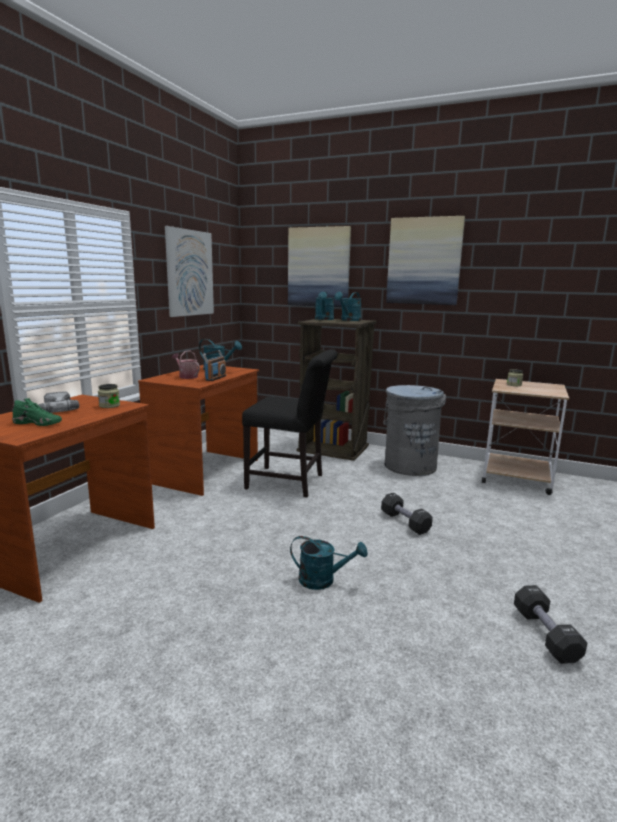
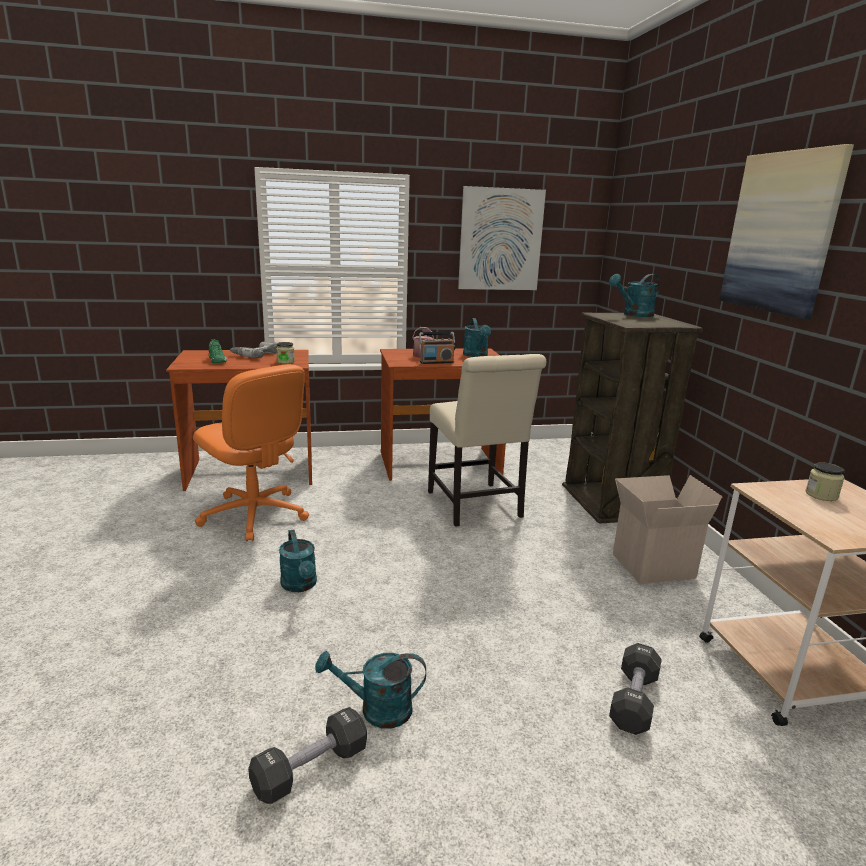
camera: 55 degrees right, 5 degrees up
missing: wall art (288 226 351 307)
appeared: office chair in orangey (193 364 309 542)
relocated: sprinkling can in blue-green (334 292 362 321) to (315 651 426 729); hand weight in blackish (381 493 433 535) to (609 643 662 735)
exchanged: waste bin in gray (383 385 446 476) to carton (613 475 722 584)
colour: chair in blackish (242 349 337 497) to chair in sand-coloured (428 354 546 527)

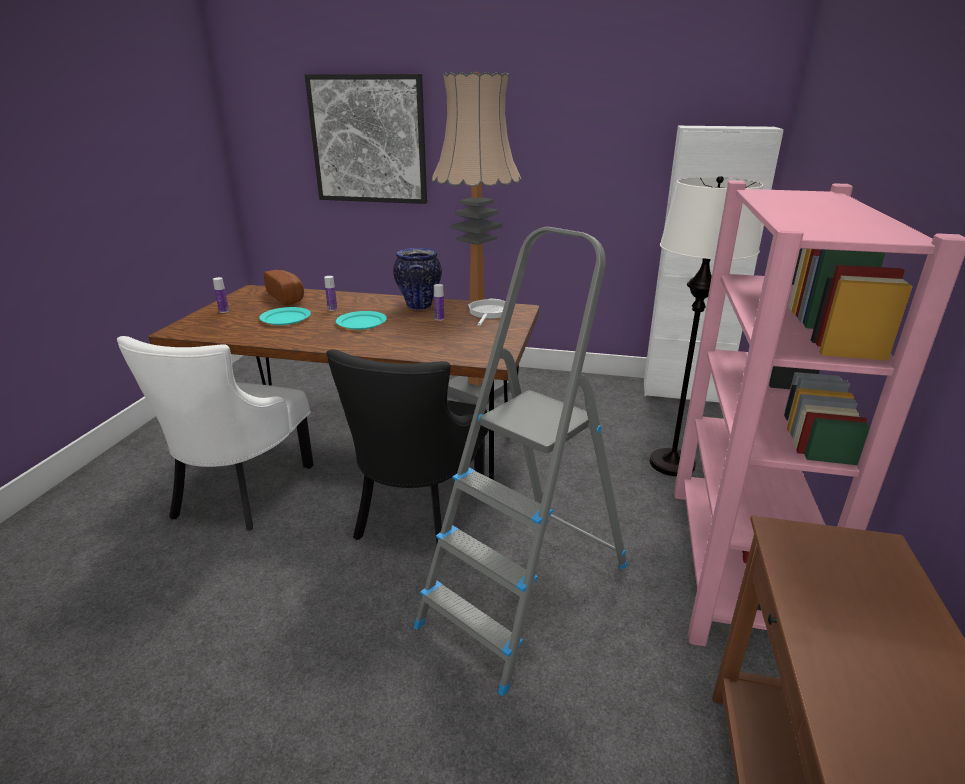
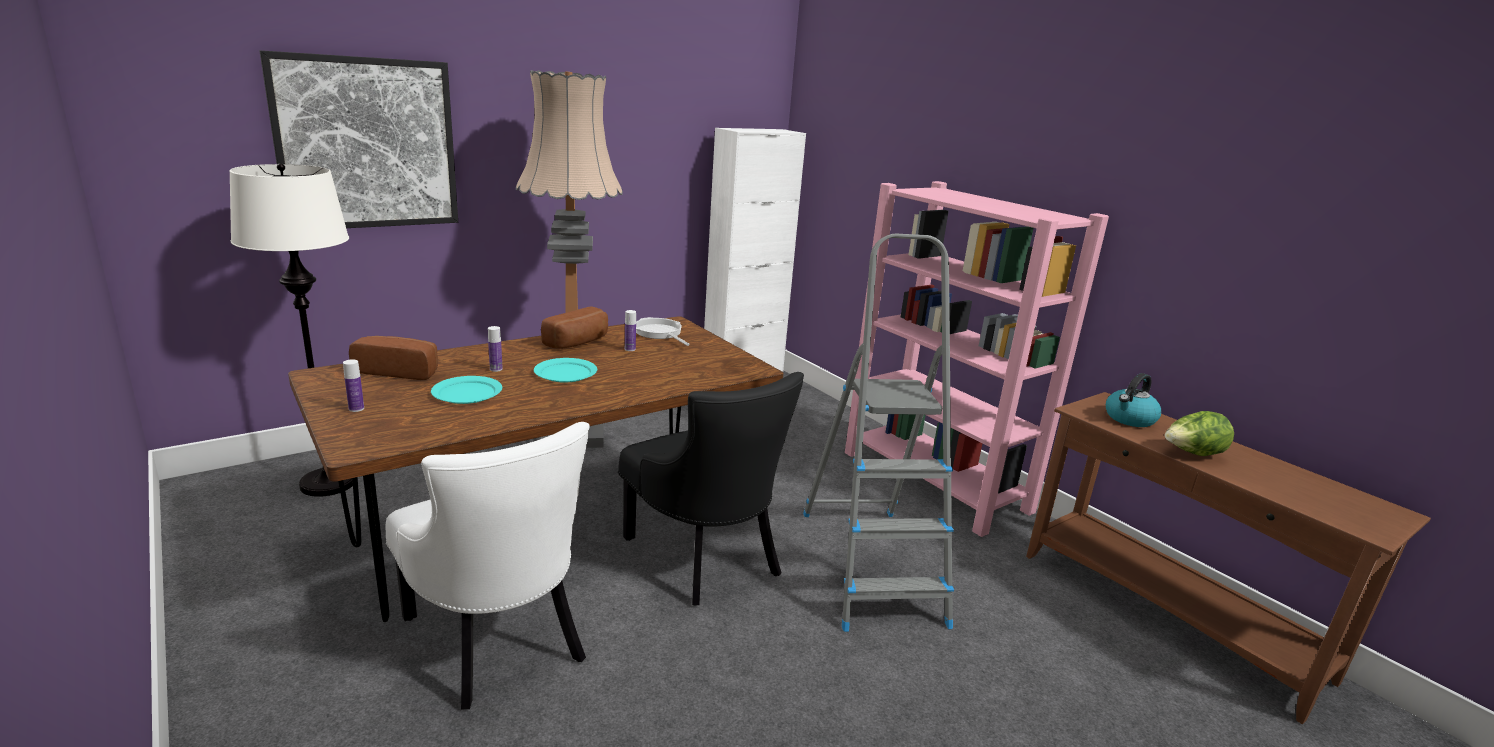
camera: 50 degrees left, 5 degrees down
appeared: tea kettle (1106 373 1161 427); lettuce head (1165 411 1234 456)
relocated: standard lamp in whitish (650 176 763 476) to (230 163 353 497)
exchanged: flower vase (393 248 442 310) to baked bread (541 307 608 349)

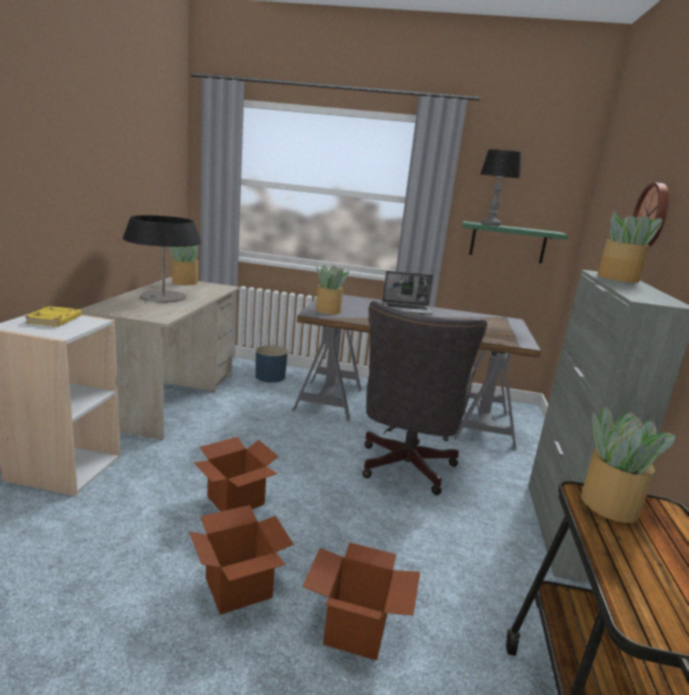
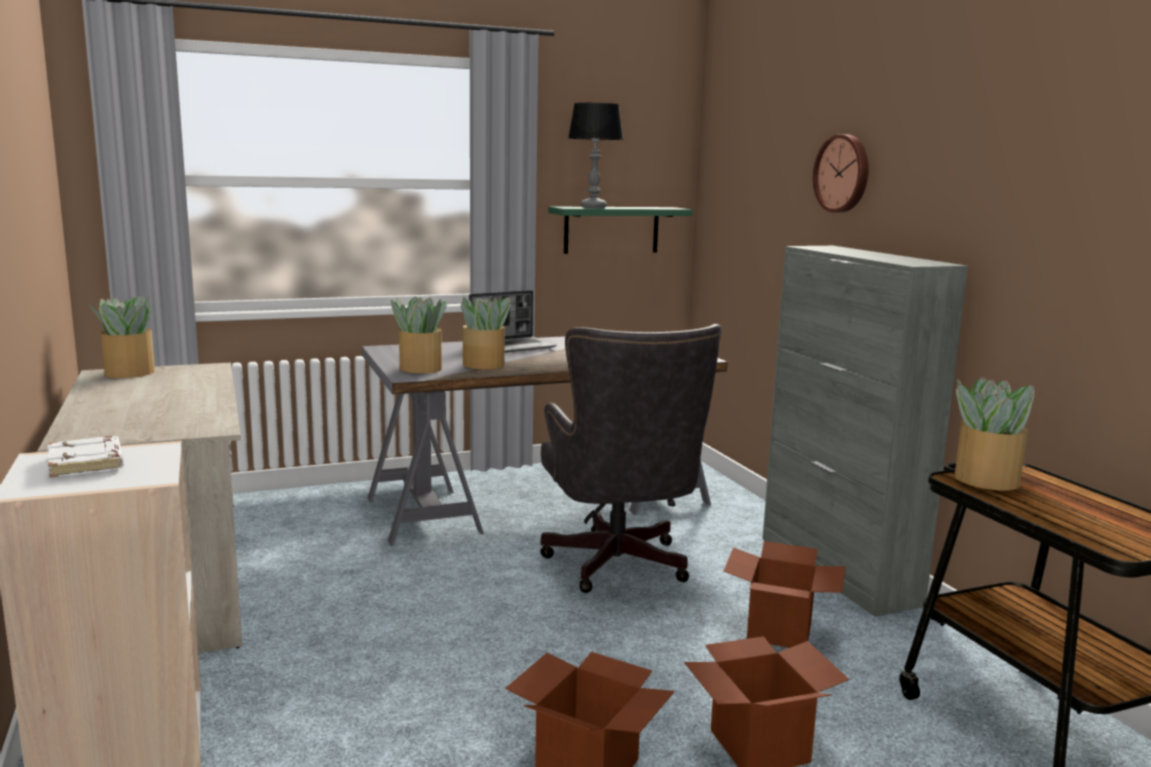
camera: 30 degrees left, 5 degrees down
missing: lamp for a table (123 215 201 302); flower pot in blue-coloured (255 345 288 383)
relocated: carton (194 437 279 512) to (724 541 845 648); plant in a pot (598 211 664 283) to (461 297 511 369)
colour: volume in yellow-coloured (25 306 82 327) to volume in whitish (47 436 124 478)

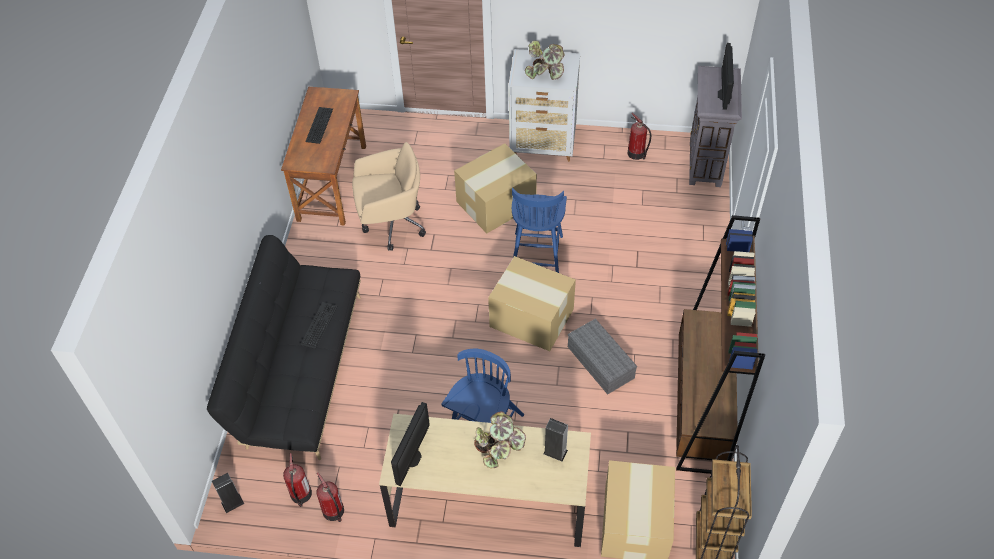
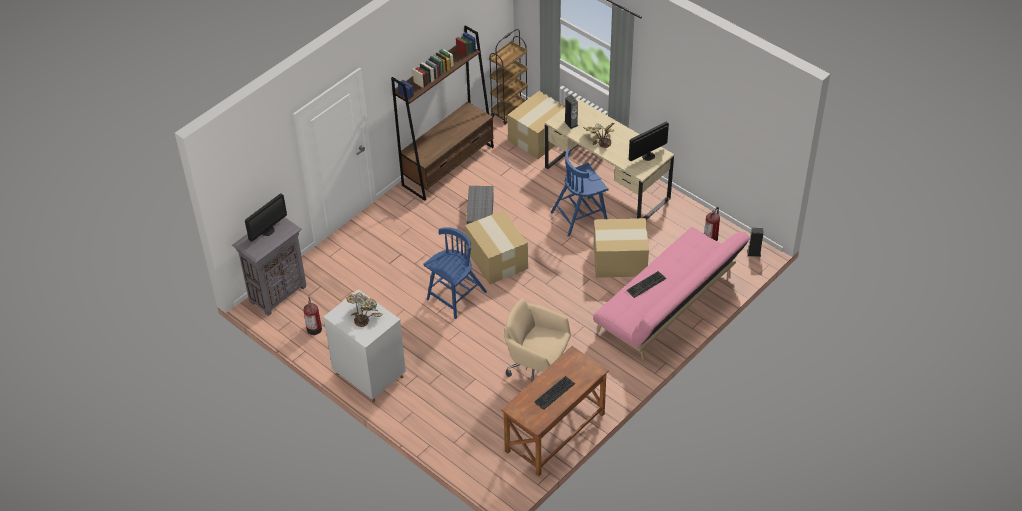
camera: 145 degrees left, 5 degrees down
missing: fire-fighting cylinder (316 472 344 522)
relocated: carton (454 143 537 233) to (594 218 649 278)
colour: couch in blackish (207 235 361 460) to couch in pinkish (593 227 750 360)

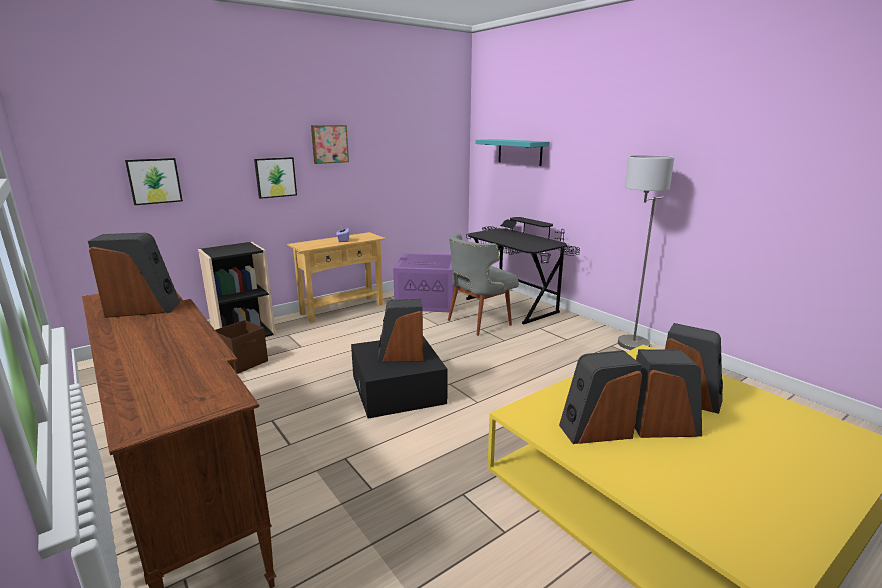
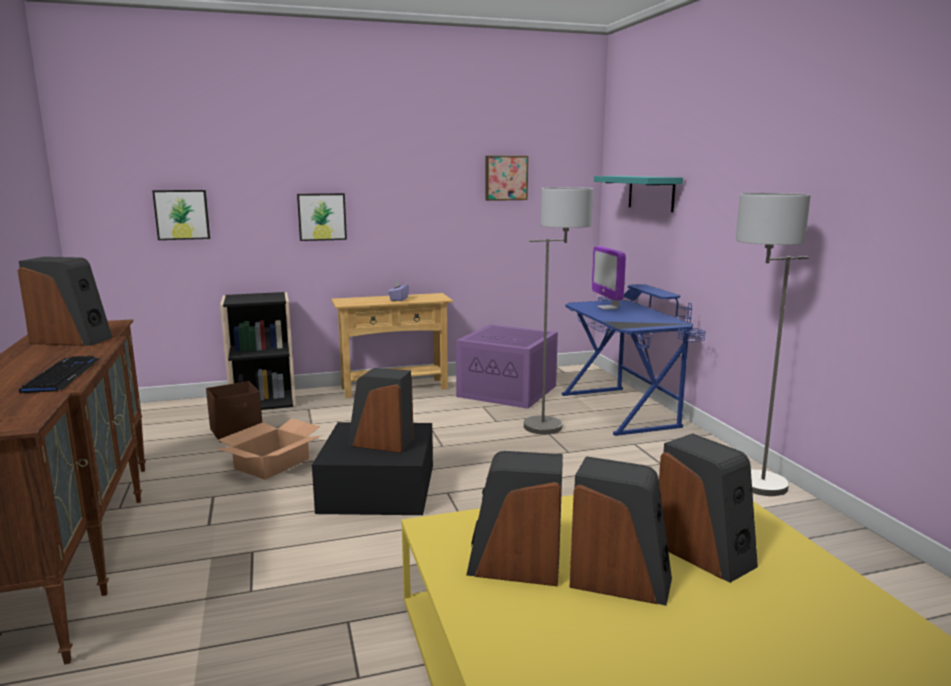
camera: 20 degrees right, 5 degrees down
appeared: PC keyboard (19 356 99 394); carton (217 419 322 480); computer screen (592 246 626 310)
relocated: wall art (311 125 349 164) to (485 156 528 201)
exchanged: chair in gray (448 233 519 336) to standard lamp in gray (524 187 593 435)
colour: desk unit in blackish (466 217 580 324) to desk unit in blue-coloured (562 284 706 436)

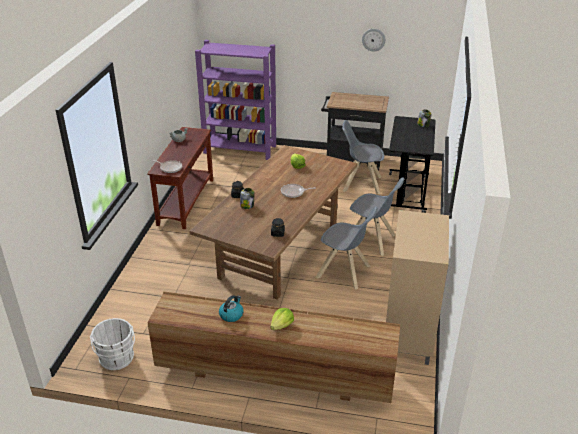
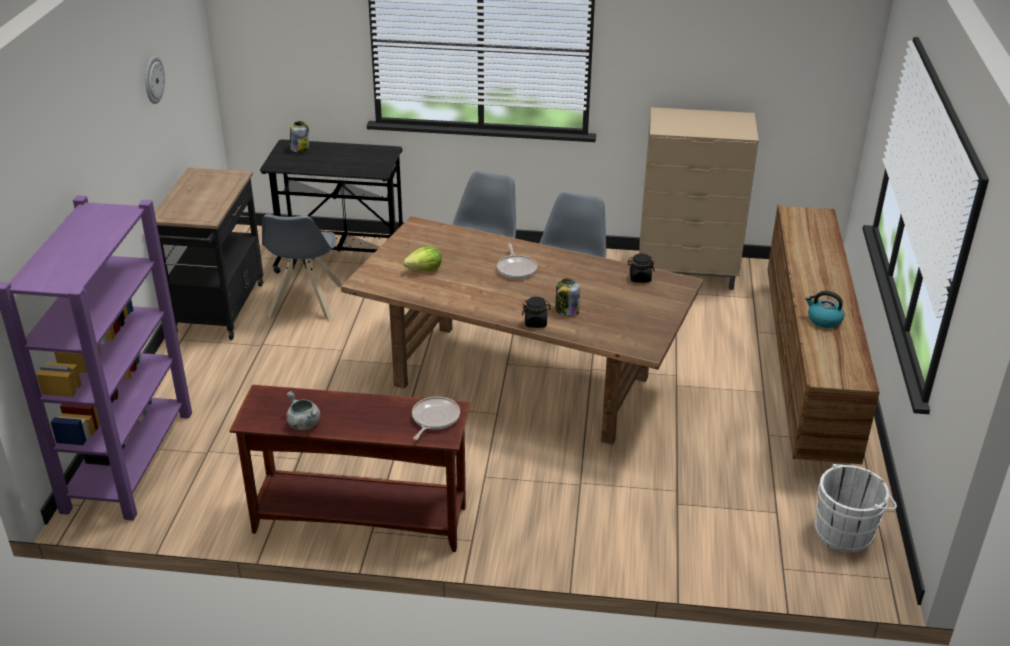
camera: 95 degrees left, 0 degrees up
missing: lettuce head (270 308 294 330)

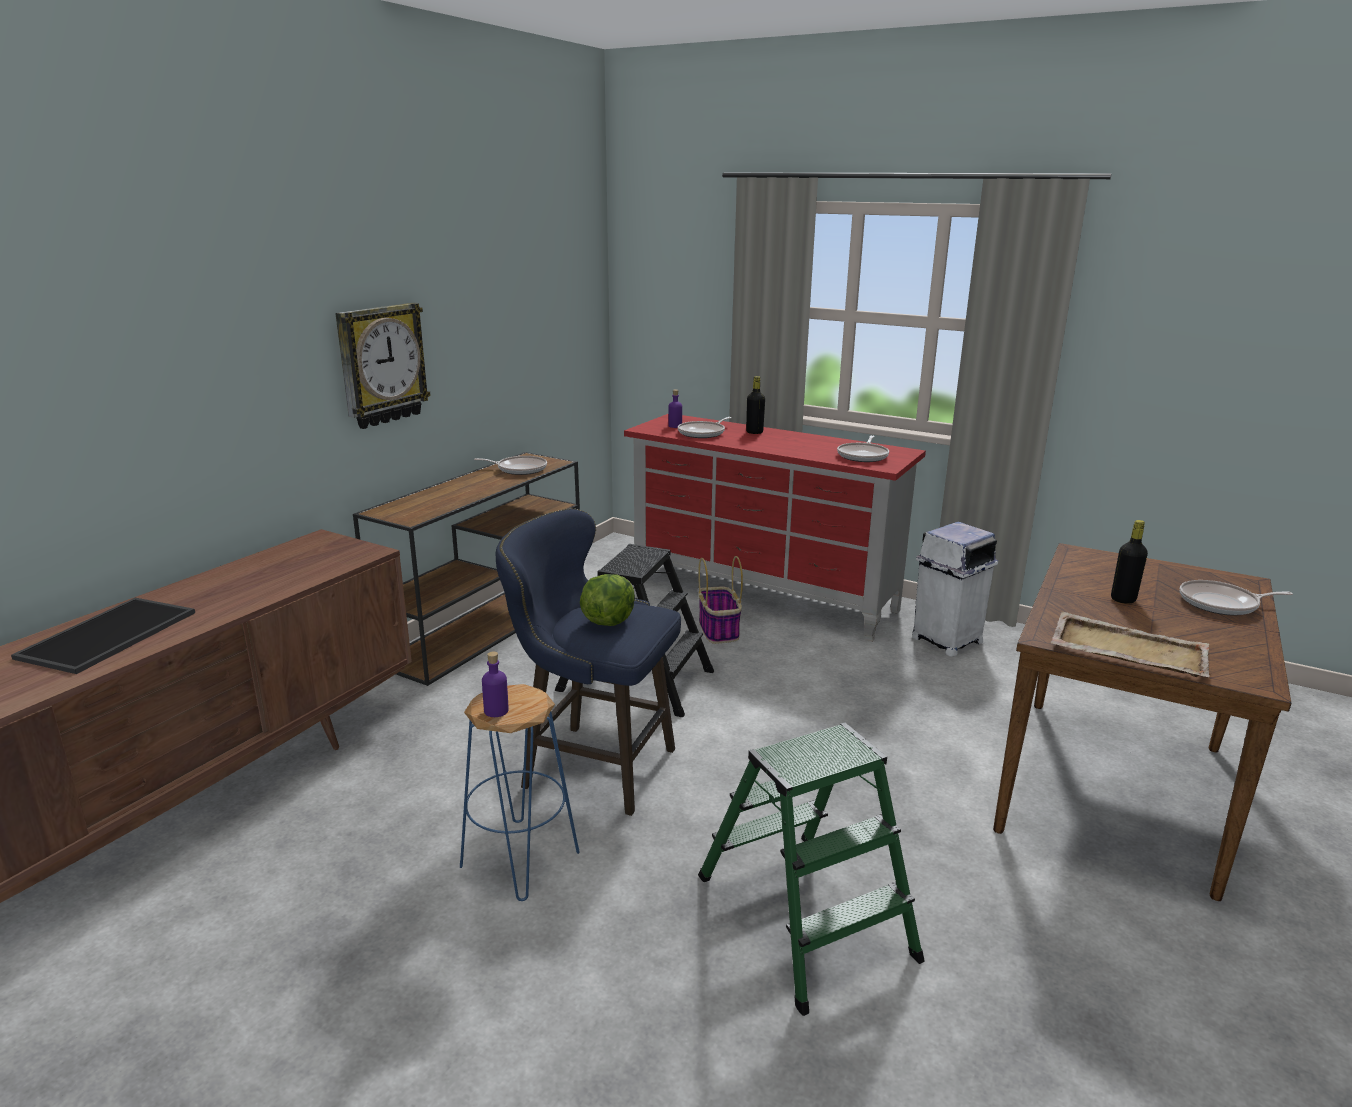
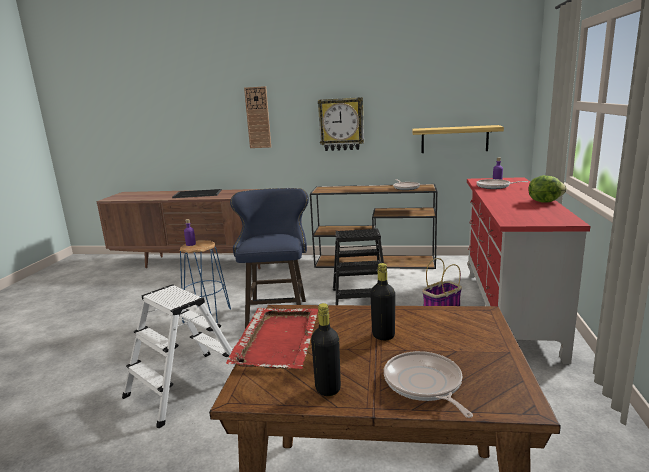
camera: 70 degrees right, 5 degrees down
missing: frying pan (837 435 889 462); waste bin in whitish (912 522 998 657)
appeared: clock on the wall (244 86 271 148); shelf (412 125 504 153)
relocated: lettuce head (580 574 635 626) to (528 175 567 203); bottle in blackish (746 376 765 434) to (311 303 341 396)
colour: stepladder in greenish (698 722 924 1016) to stepladder in whitish (122 284 235 428); carrying tray in sand-coloured (1050 612 1209 677) to carrying tray in red (226 308 318 369)

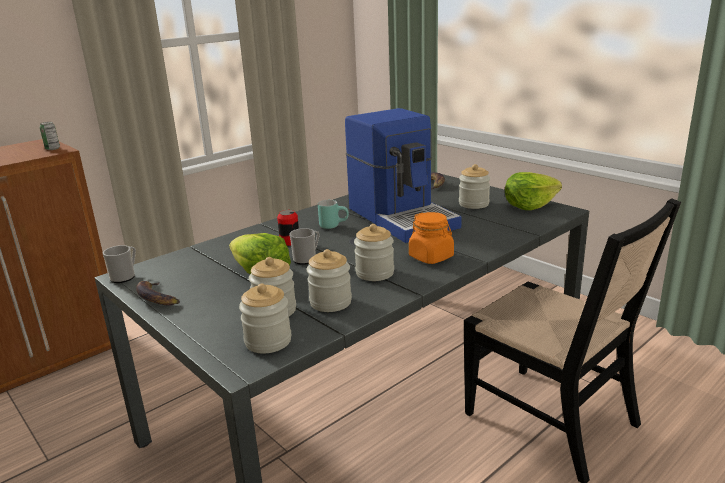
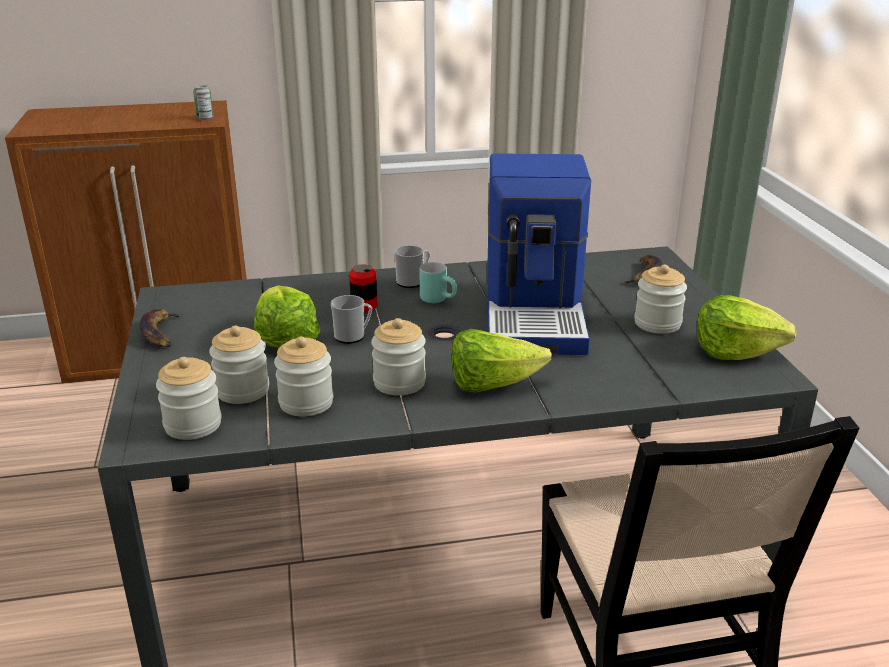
camera: 30 degrees right, 5 degrees up
relocated: tea mug (103 245 136 283) to (394 245 430 288)
exchanged: storage jar in orangey (409 212 454 264) to lettuce head (452 329 552 392)

